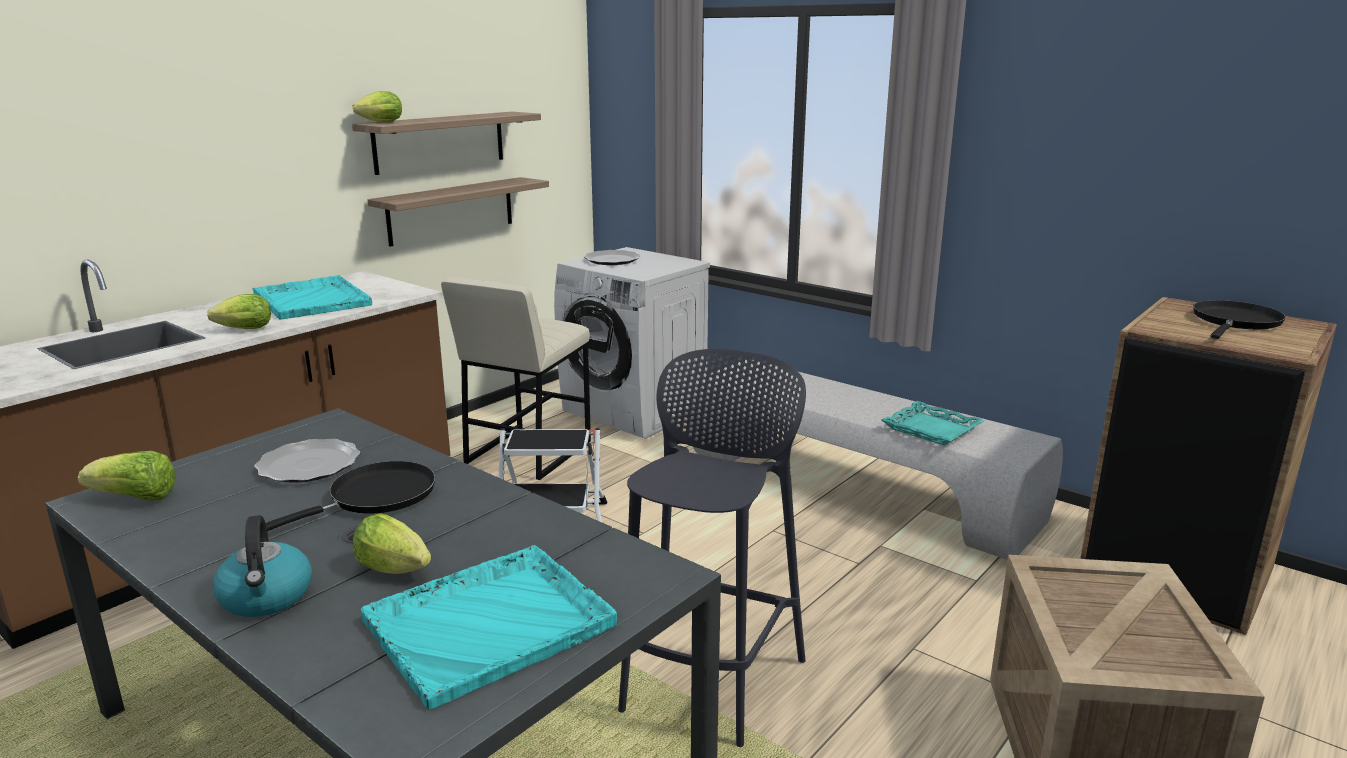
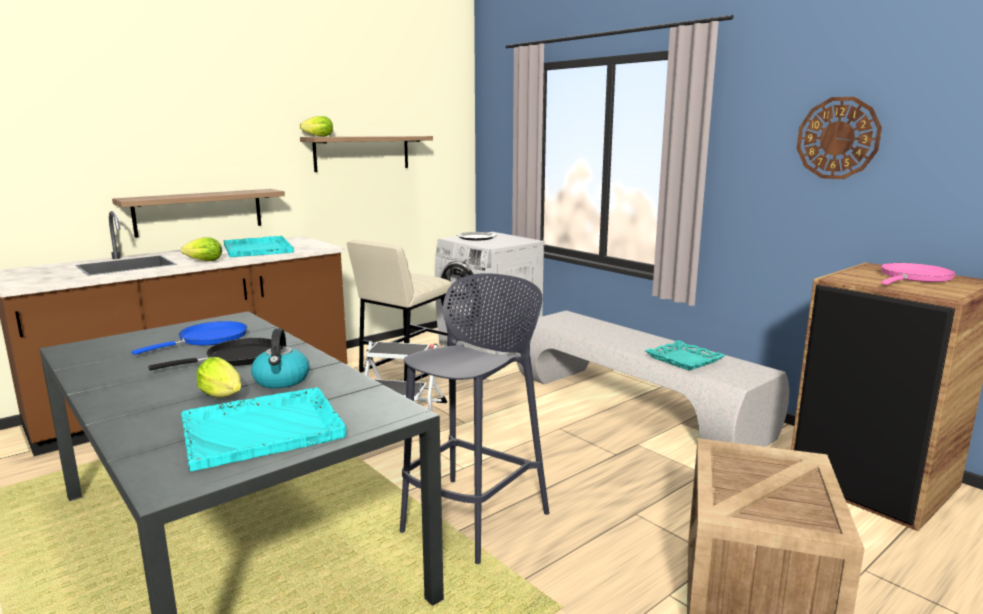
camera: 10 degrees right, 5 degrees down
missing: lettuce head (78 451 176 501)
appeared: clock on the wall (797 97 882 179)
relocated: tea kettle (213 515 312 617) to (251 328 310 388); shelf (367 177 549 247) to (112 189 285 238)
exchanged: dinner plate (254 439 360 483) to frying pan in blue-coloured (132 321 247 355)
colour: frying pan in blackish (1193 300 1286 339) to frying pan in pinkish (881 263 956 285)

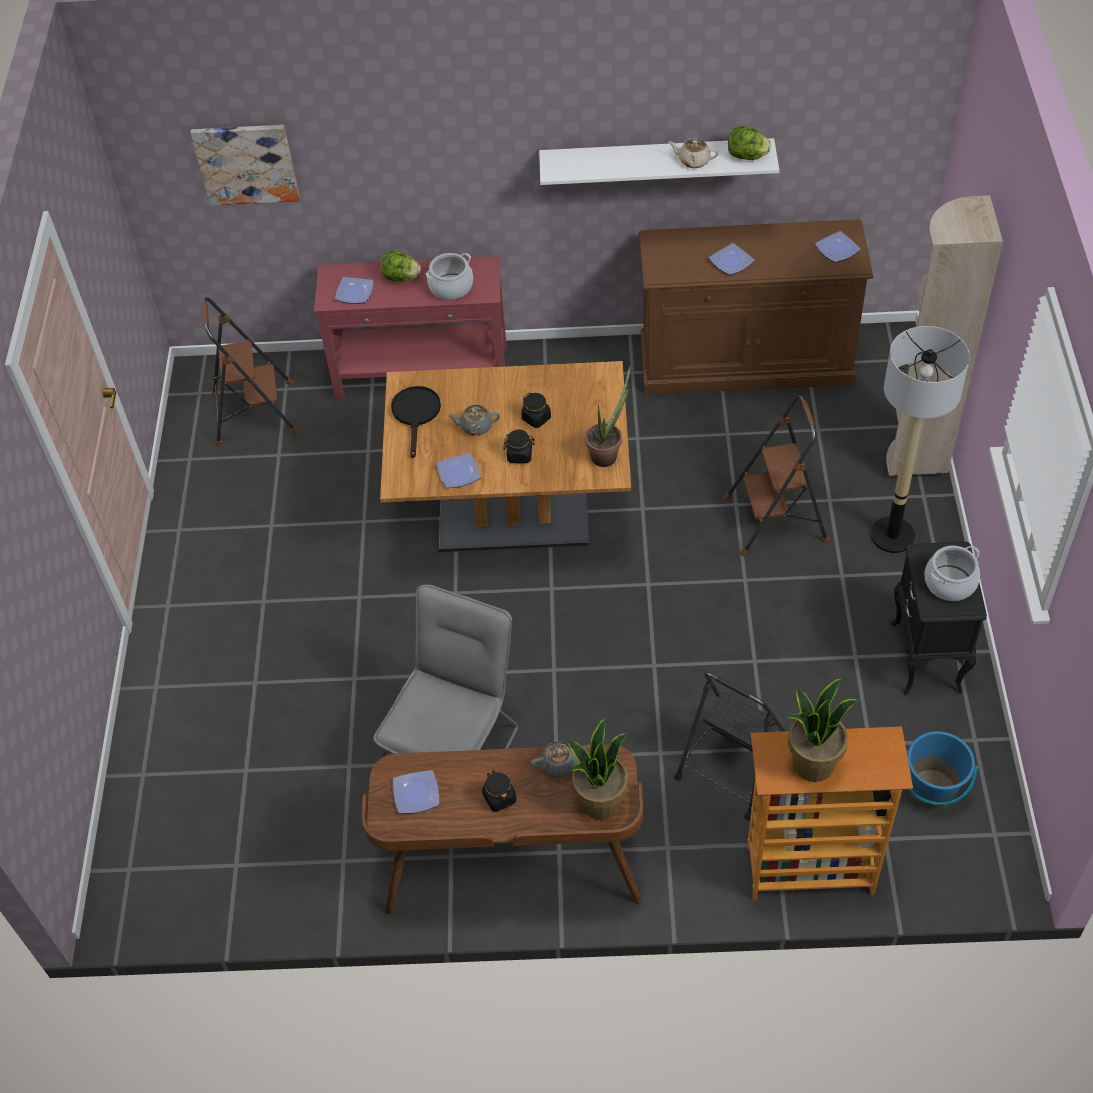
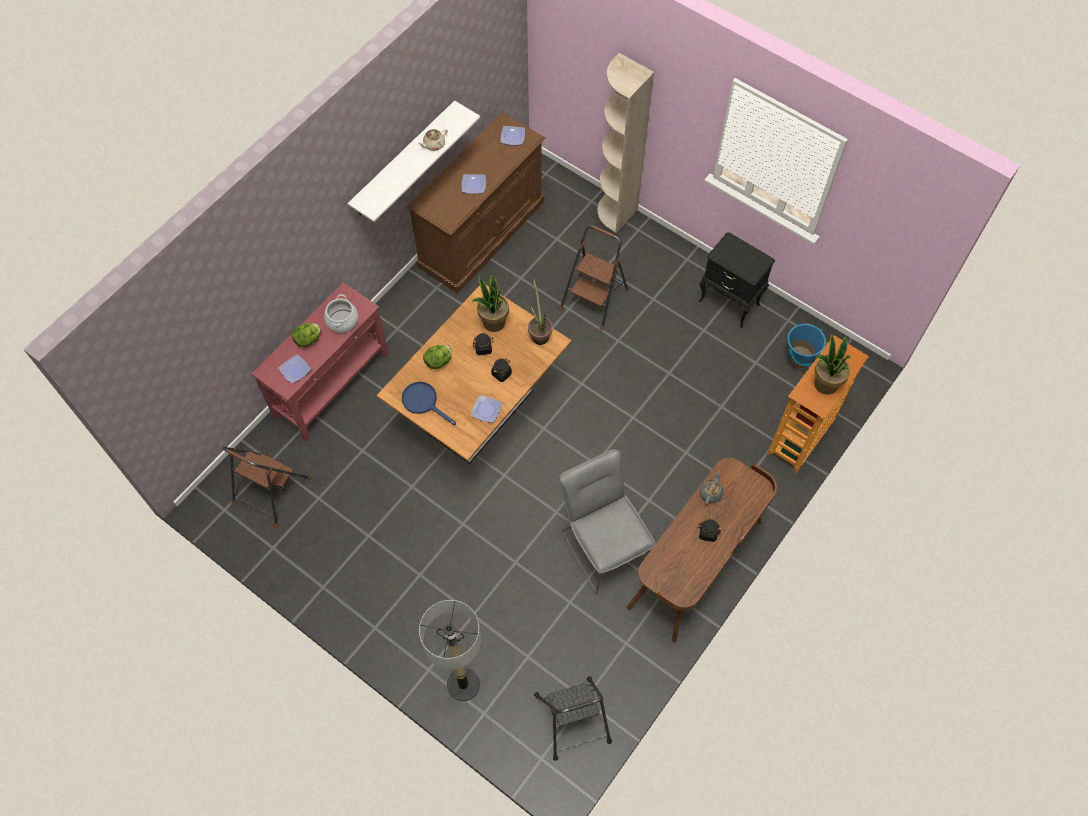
camera: 55 degrees left, 10 degrees up
missing: wall art (190 125 300 206); dinner plate (393 770 439 814); tea pot in gray (447 405 500 436); cooking pot (924 546 980 601)
relocated: plant in a pot (568 718 628 820) to (472 274 509 332); stepladder in blackish (674 672 786 821) to (534 676 612 761); lettuce head (728 126 771 160) to (423 345 452 369); standard lamp (871 326 970 553) to (419 600 481 701)
colour: frying pan in blackish (391 386 441 458) to frying pan in blue-coloured (402 382 456 425)

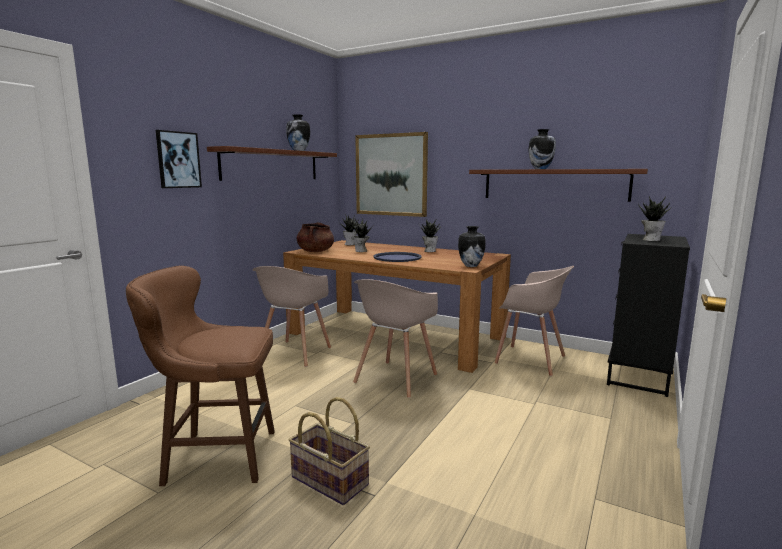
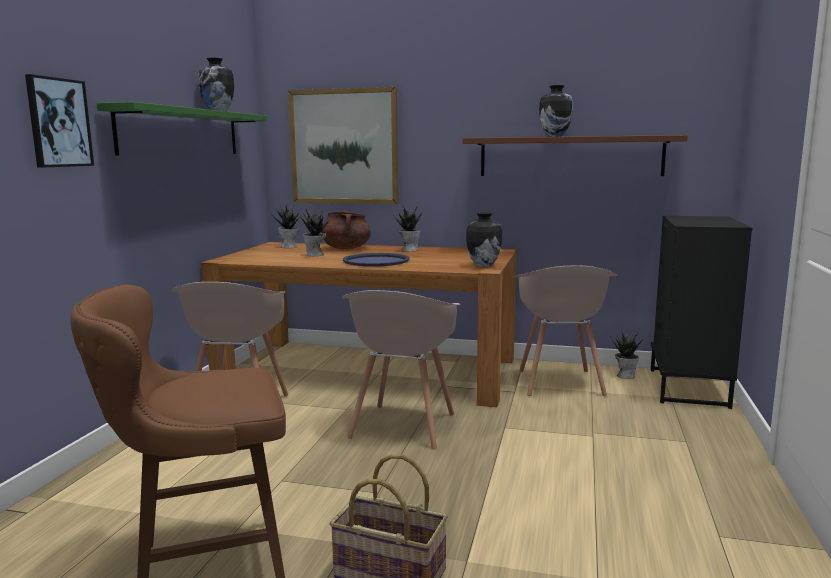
camera: 15 degrees left, 0 degrees up
relocated: cooking pot in brown (297 222 334 252) to (321 210 371 249); plant in a pot (638 196 670 241) to (610 332 643 379)
colour: shelf in brown (207 146 337 181) to shelf in greenish (97 102 268 156)
spun: chair in sand-coloured (494 266 574 376) = (514 266 618 396) 75 degrees clockwise

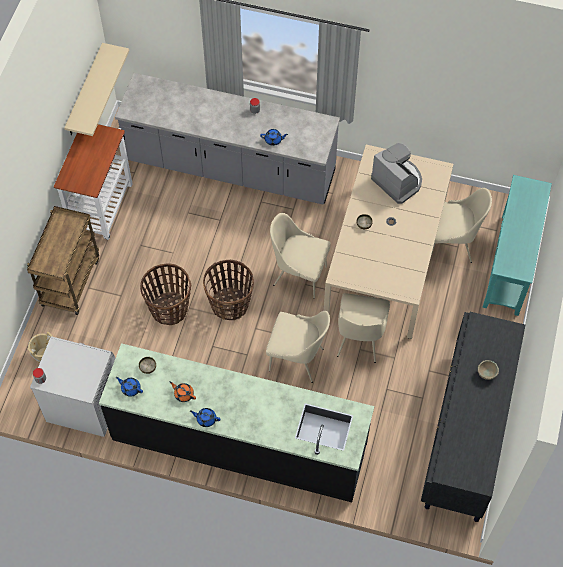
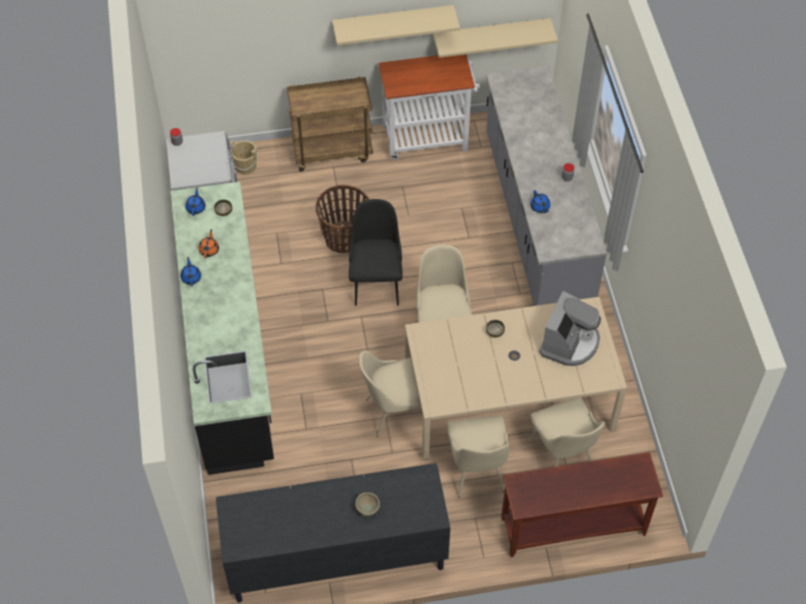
camera: 65 degrees right, 5 degrees down
appeared: shelf in sand-coloured (332 5 460 45)
relocated: chair in sand-coloured (266 311 330 383) to (447 416 510 498)
exchanged: household basket (203 260 254 320) to chair in blackish (349 199 403 306)
colour: narrow table in blue-green (483 175 552 316) to narrow table in brown (501 452 663 557)

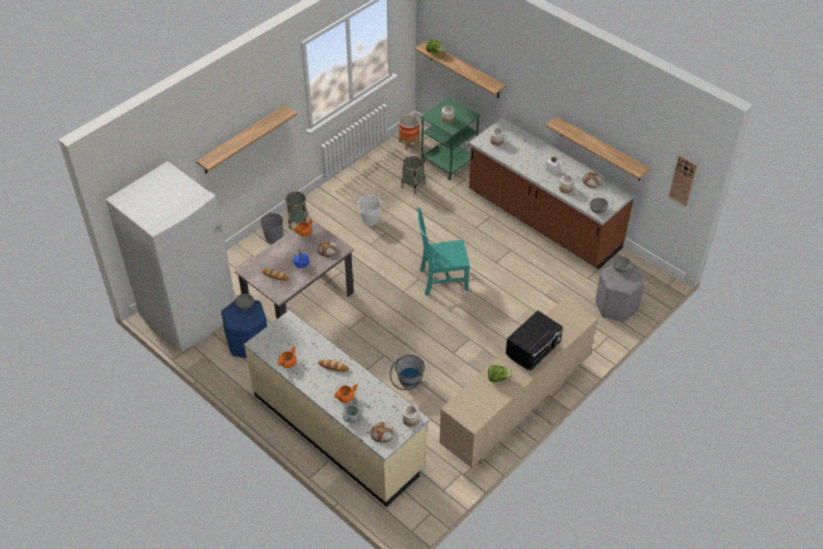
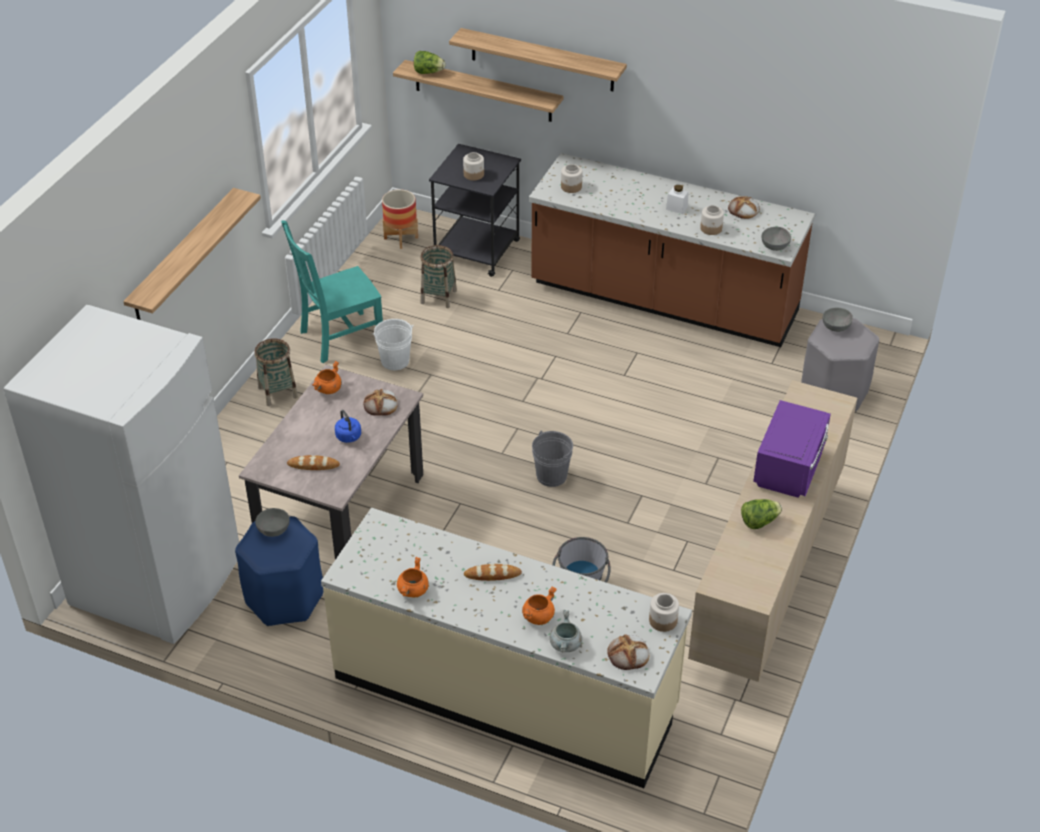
camera: 20 degrees left, 5 degrees down
missing: clock on the wall (668 155 697 207)
relocated: bucket in gray (260 212 283 244) to (532 431 573 487); chair in blue-green (417 207 470 296) to (281 220 383 363); shelf (546 117 650 181) to (449 28 627 91)
colour: trolley in greenish (421 97 481 181) to trolley in blackish (429 144 521 277); microwave oven in blackish (506 310 563 371) to microwave oven in purple (753 400 831 498)

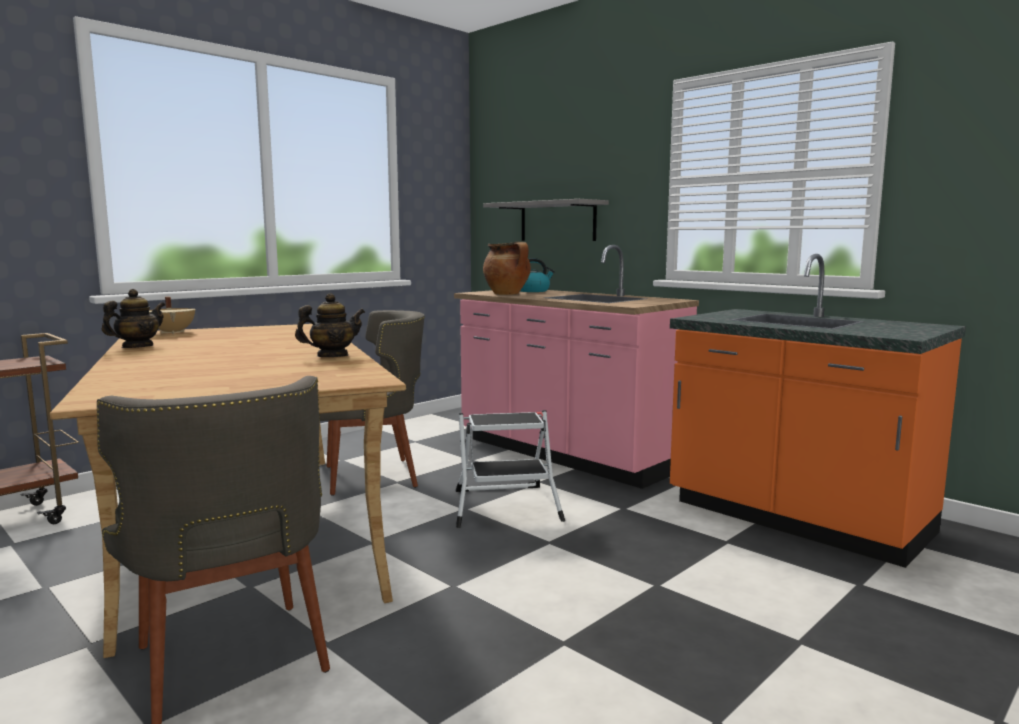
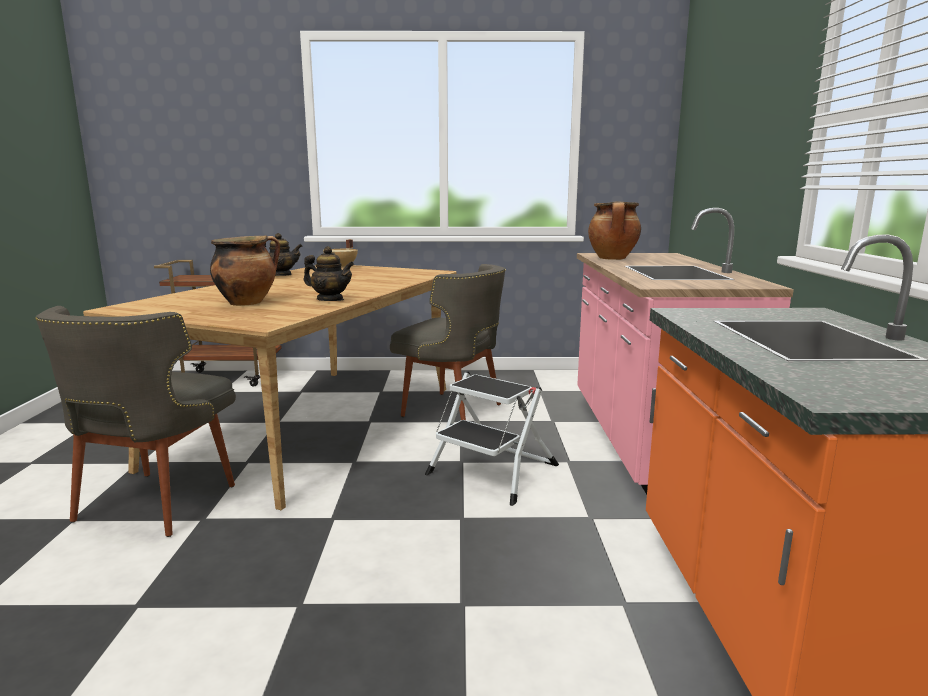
camera: 45 degrees right, 5 degrees up
missing: shelf in gray (483 199 609 241); tea kettle (520 258 555 292)
appeared: cooking pot (210 235 280 306)

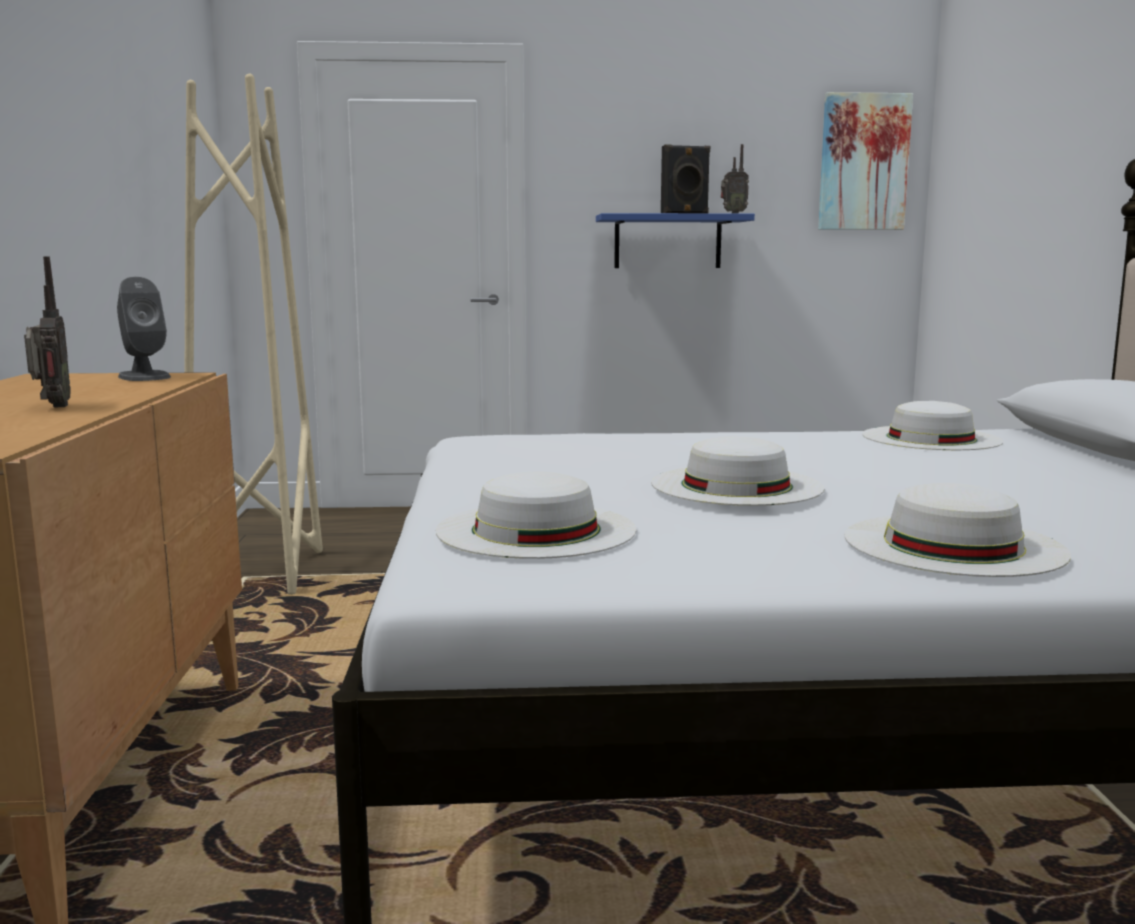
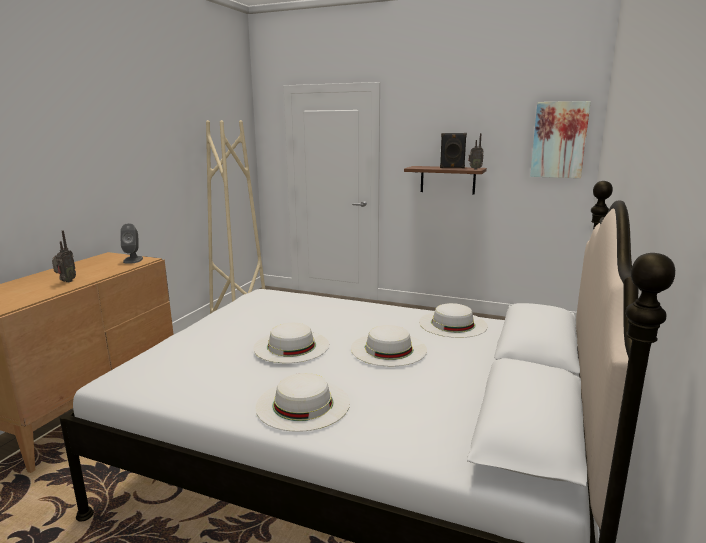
camera: 25 degrees right, 5 degrees up
relocated: wearable hat in whitish (436 472 636 559) to (351 325 427 366)
colour: shelf in blue-coloured (596 213 755 268) to shelf in brown (404 166 487 195)

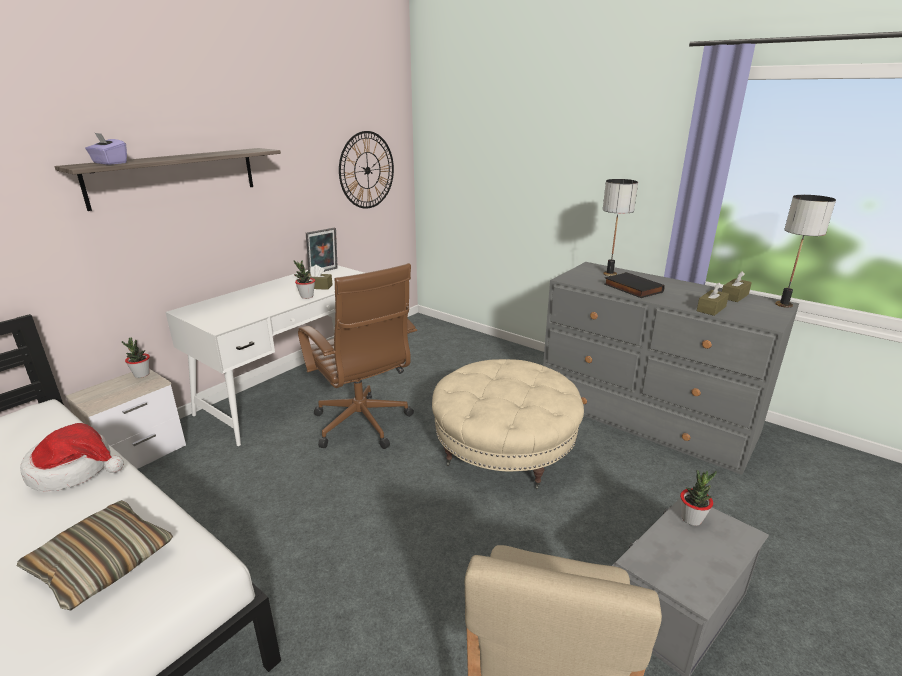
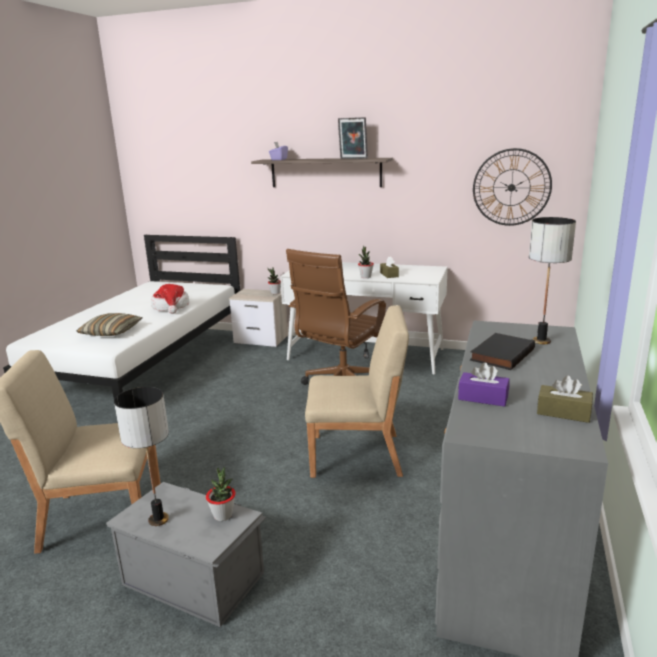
camera: 70 degrees right, 5 degrees down
relocated: picture frame (306 227 338 273) to (338 117 368 159); lamp for a table (775 195 836 308) to (114 387 169 526)
exchanged: pouffe in sand-coloured (432 359 584 489) to chair in sand-coloured (305 305 409 478)
colour: tissue box in brown (697 283 729 316) to tissue box in purple (458 363 510 407)

